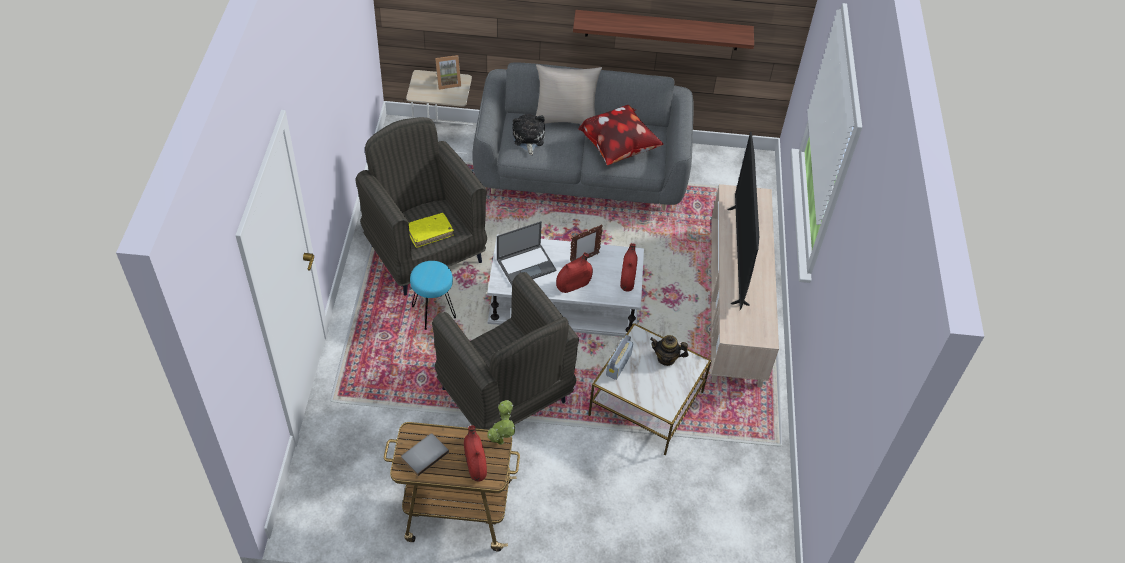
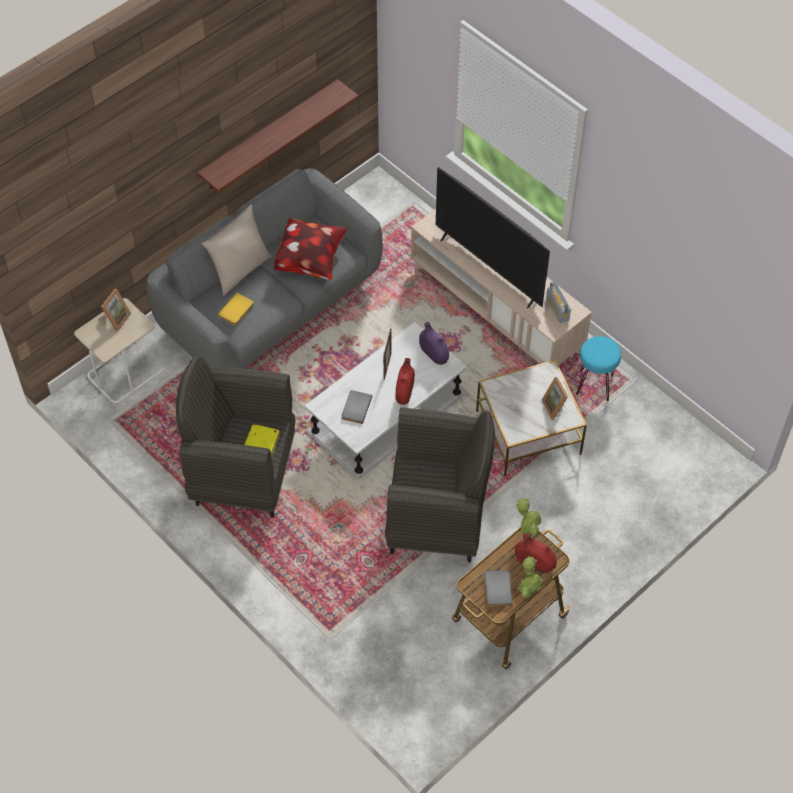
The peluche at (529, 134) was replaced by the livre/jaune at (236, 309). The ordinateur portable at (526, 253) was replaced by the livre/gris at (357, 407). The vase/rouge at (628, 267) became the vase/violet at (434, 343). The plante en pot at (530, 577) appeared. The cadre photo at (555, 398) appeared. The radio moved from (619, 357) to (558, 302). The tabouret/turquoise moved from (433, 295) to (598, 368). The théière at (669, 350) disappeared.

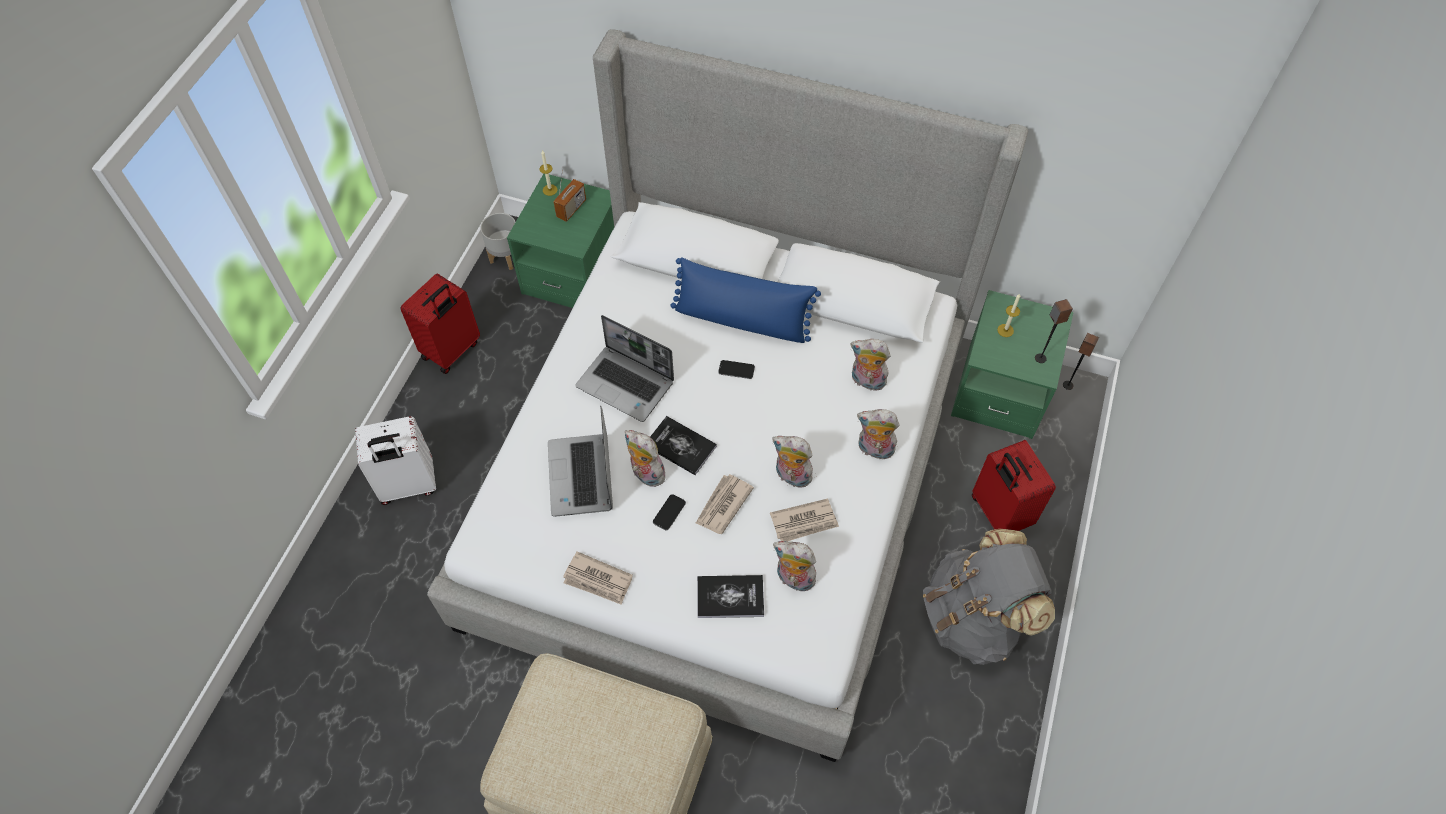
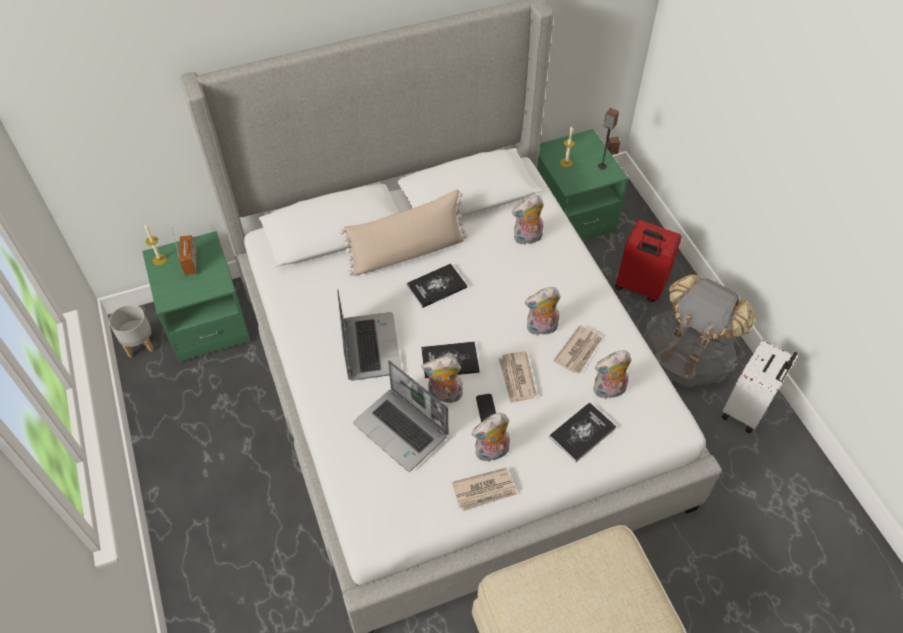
The ordinateur portable at (624, 368) turned 90 degrees counterclockwise. The coussin/bleu at (745, 300) became the coussin/beige at (403, 232). The téléphone at (736, 369) was replaced by the livre at (437, 285). The peluche moved from (878, 434) to (491, 438). The valise/blanc moved from (395, 460) to (760, 387). The valise/rouge at (440, 324) disappeared.

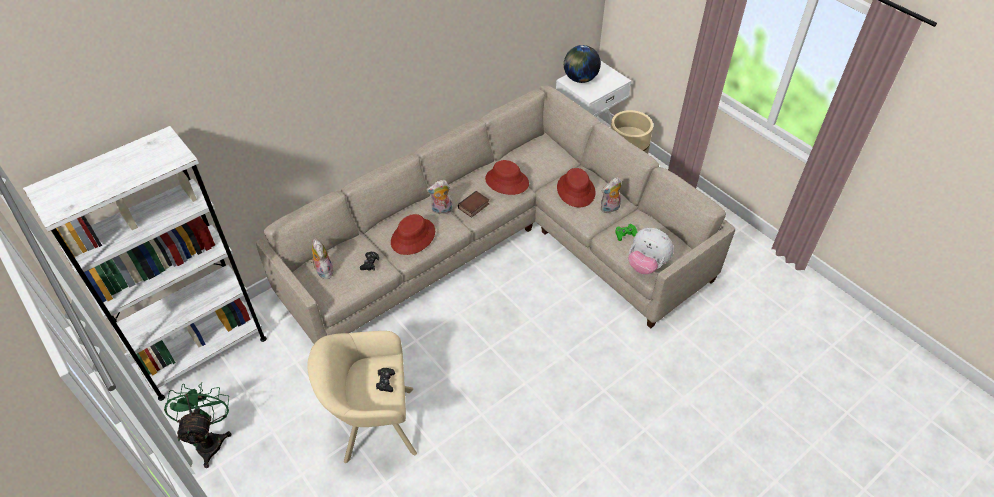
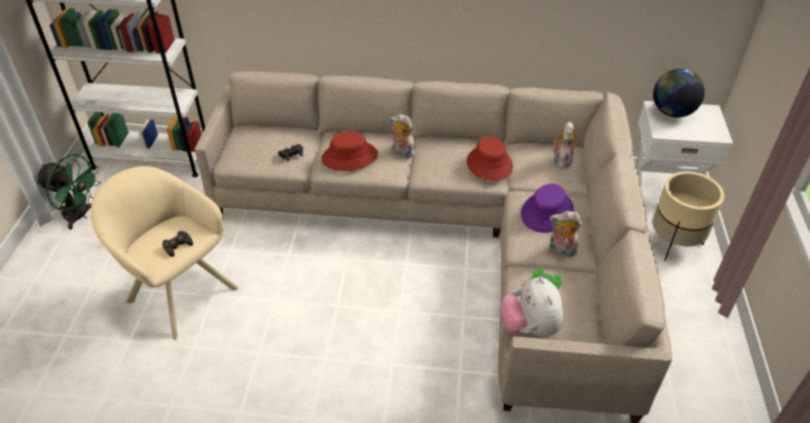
The ventilateur/vert at (198, 425) turned 75 degrees clockwise. The chapeau/rouge at (576, 187) became the chapeau/violet at (547, 208). The peluche moved from (322, 258) to (564, 145). The livre at (473, 204) disappeared.

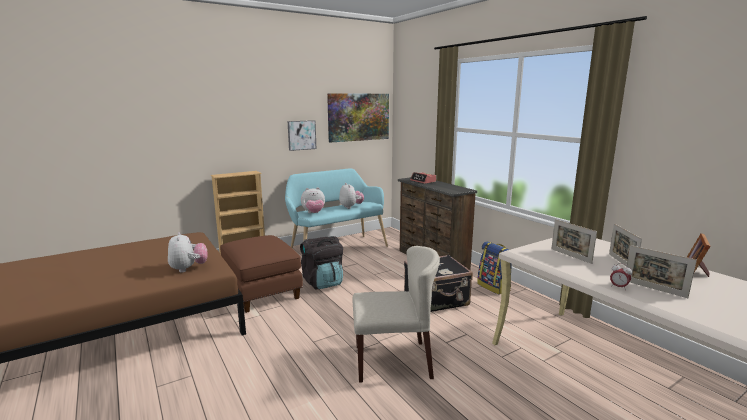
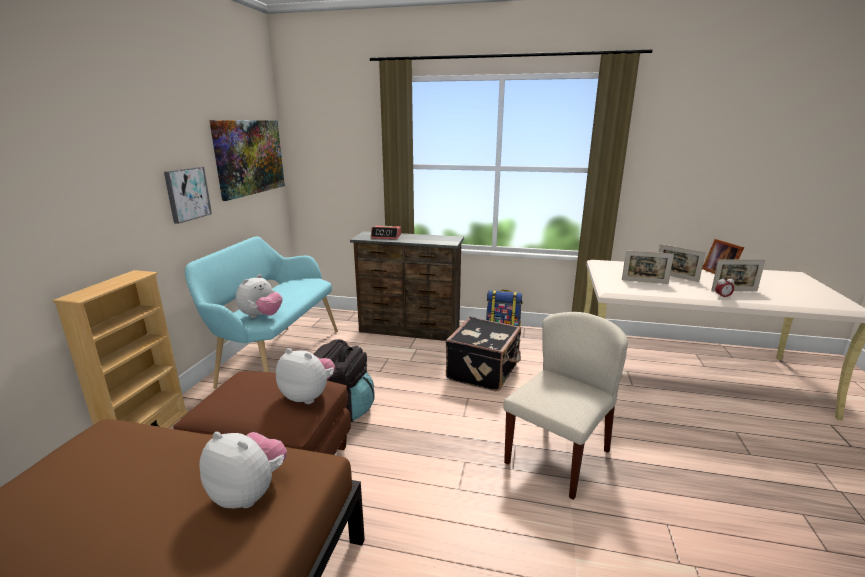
The peluche moved from (351, 196) to (305, 376).

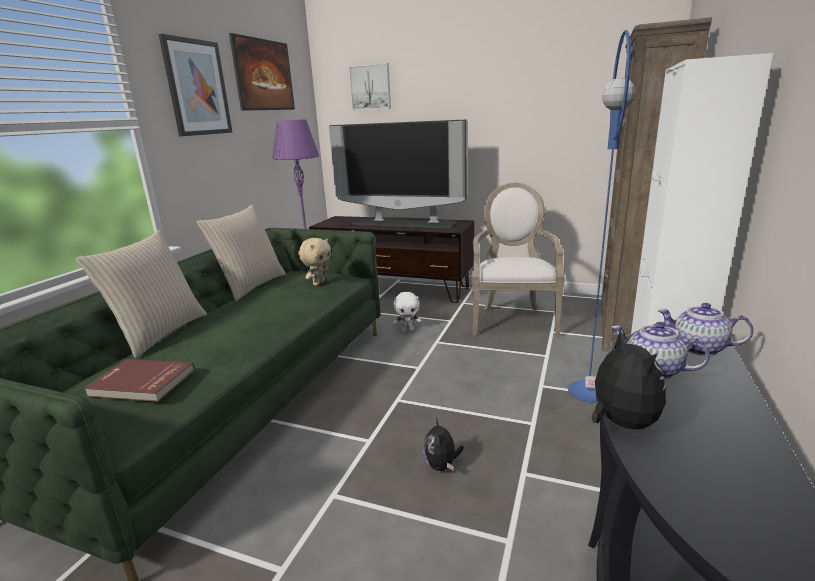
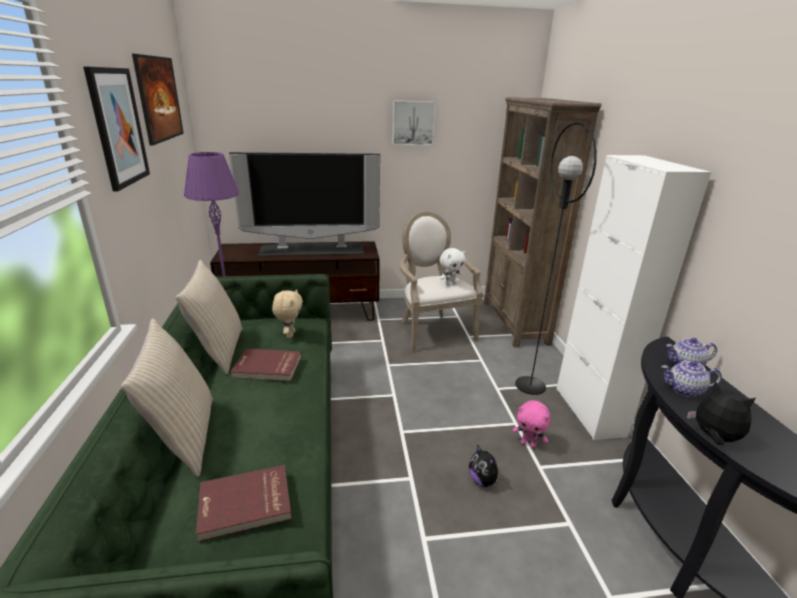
The livre/rouge at (266, 364) appeared. The tableau moved from (370, 87) to (414, 123). The peluche/blanc moved from (407, 312) to (452, 266). The peluche/rose at (532, 424) appeared. The lampadaire/bleu at (601, 216) became the lampadaire/noir at (556, 258).

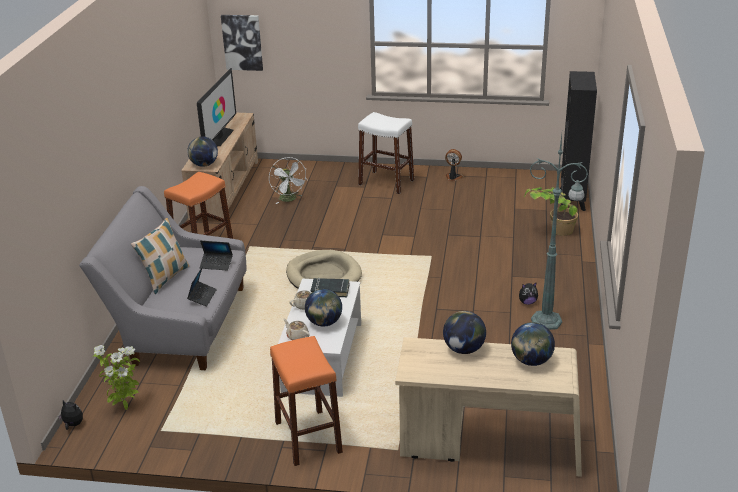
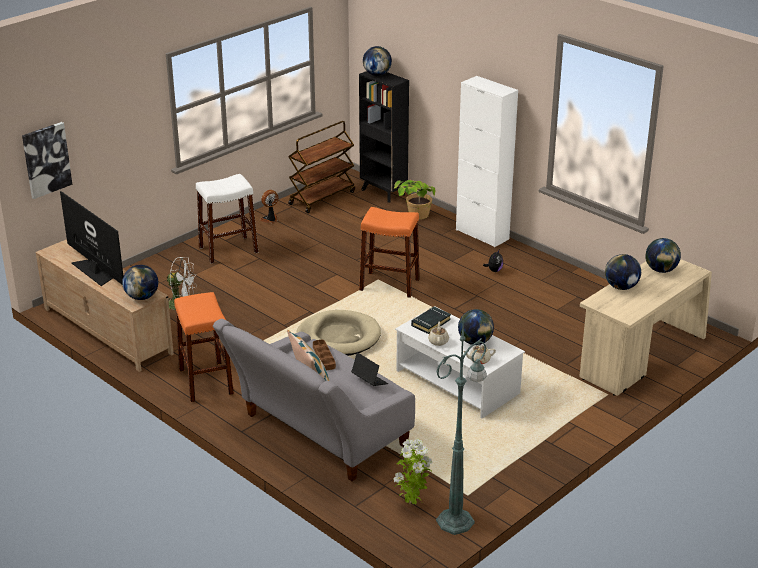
The chariot/marron at (321, 167) appeared. The ordinateur portable at (216, 256) was replaced by the plateau/marron at (324, 354). The tabouret/orange moved from (306, 401) to (389, 252). The globe at (377, 61) appeared. The lampadaire/vert moved from (559, 232) to (461, 426). The meuble de rangement/blanc at (487, 161) appeared. The peluche at (70, 415) disappeared.

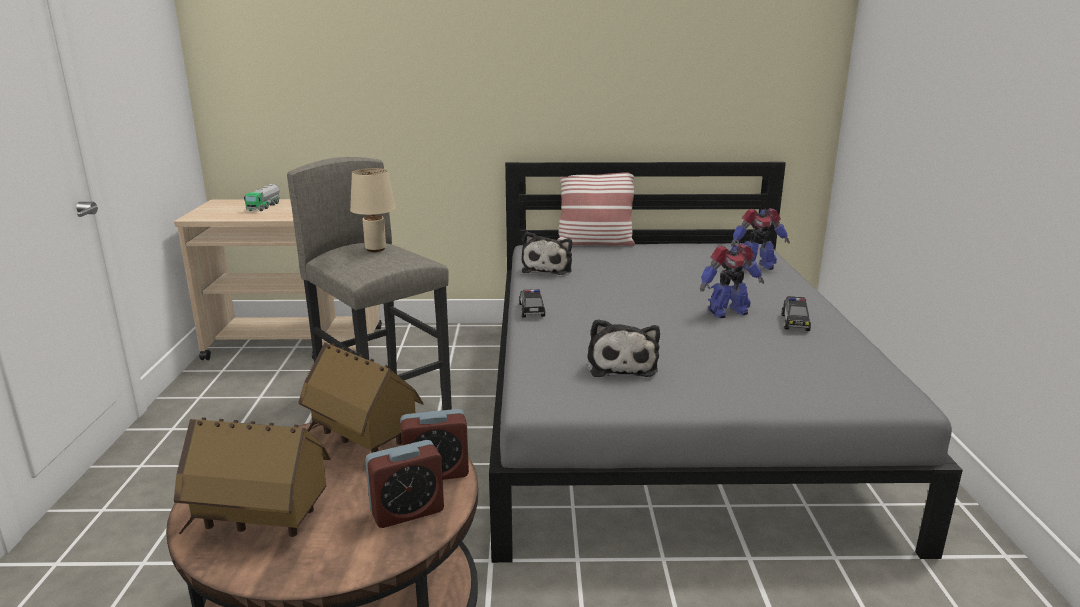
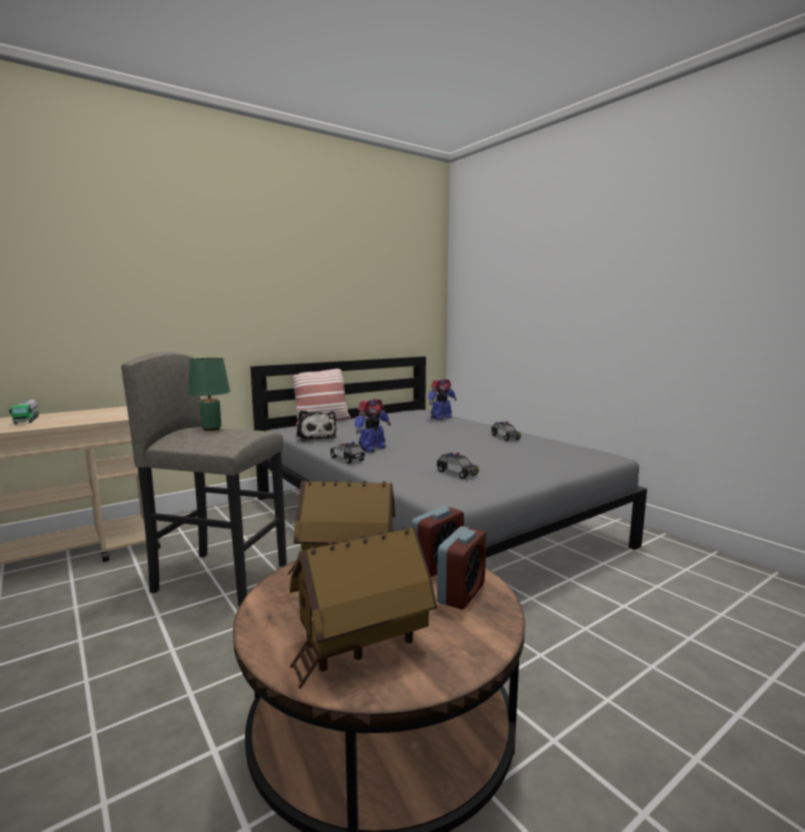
The lampe de table/beige at (373, 210) became the lampe de table/vert at (209, 394). The robot jouet moved from (732, 281) to (373, 426). The peluche at (623, 348) was replaced by the petite voiture at (458, 465).

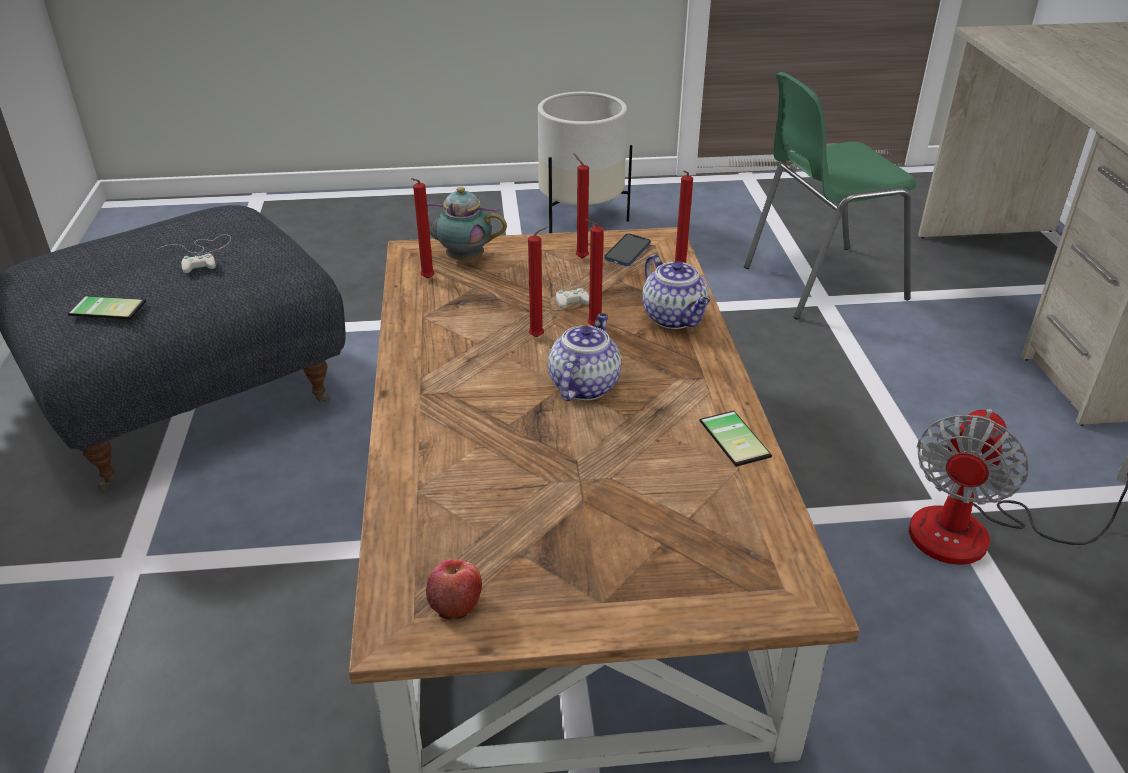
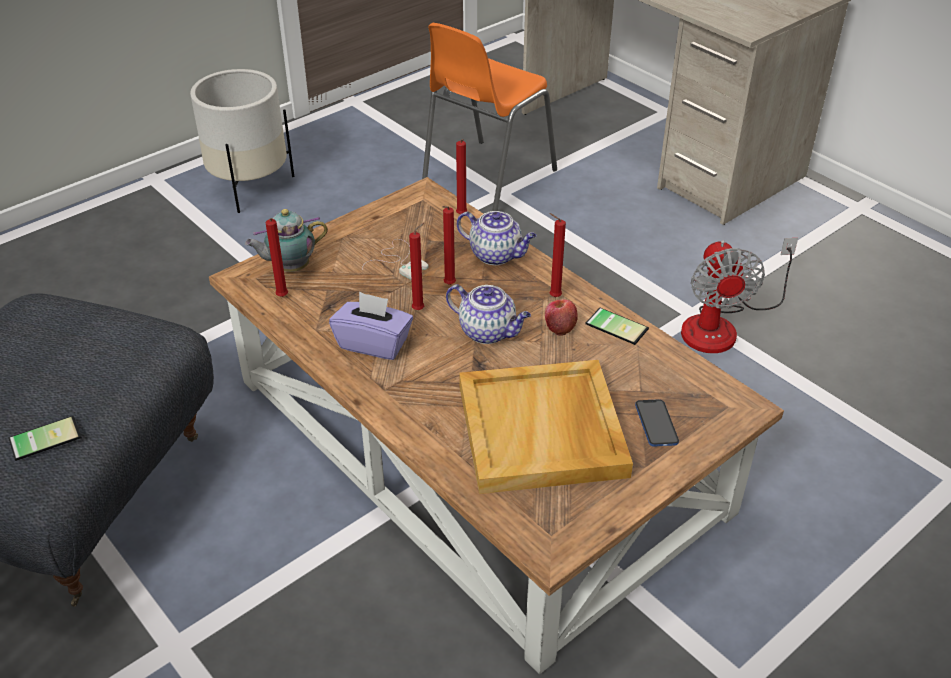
The boîte à mouchoirs/violet at (371, 325) appeared. The chaise/vert at (830, 196) became the chaise/orange at (489, 117). The théière at (584, 357) turned 135 degrees clockwise. The plateau/beige at (546, 427) appeared. The pomme moved from (454, 589) to (561, 317). The bougie/rouge moved from (581, 206) to (557, 255). The téléphone moved from (627, 250) to (657, 423). The manette/blanc at (194, 253) disappeared.

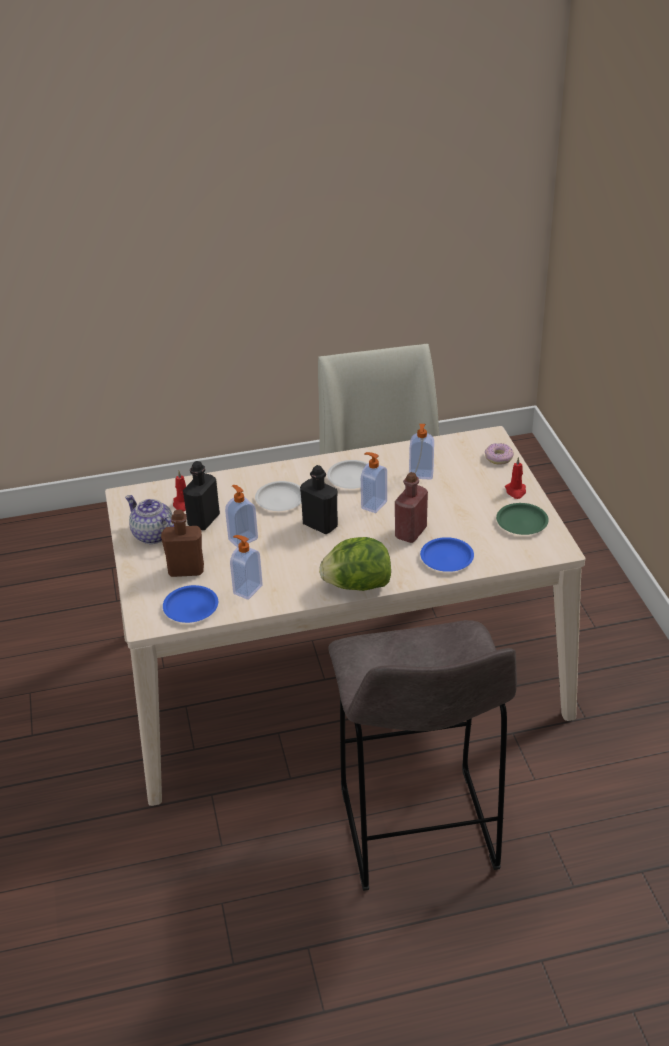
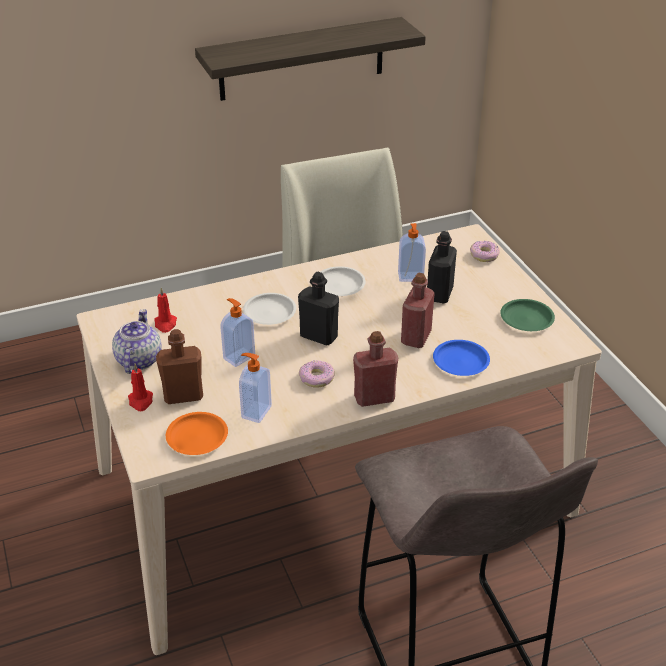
The théière at (149, 519) turned 60 degrees clockwise. The bougie/rouge moved from (515, 478) to (140, 387). The assiette/bleu at (190, 604) became the assiette/orange at (197, 433). The étagère at (310, 59) appeared. The beignet at (317, 374) appeared. The laitue at (355, 564) was replaced by the bouteille/rouge at (375, 369). The bouteille/noir moved from (201, 495) to (442, 267). The distributeur de savon at (374, 482) disappeared.

